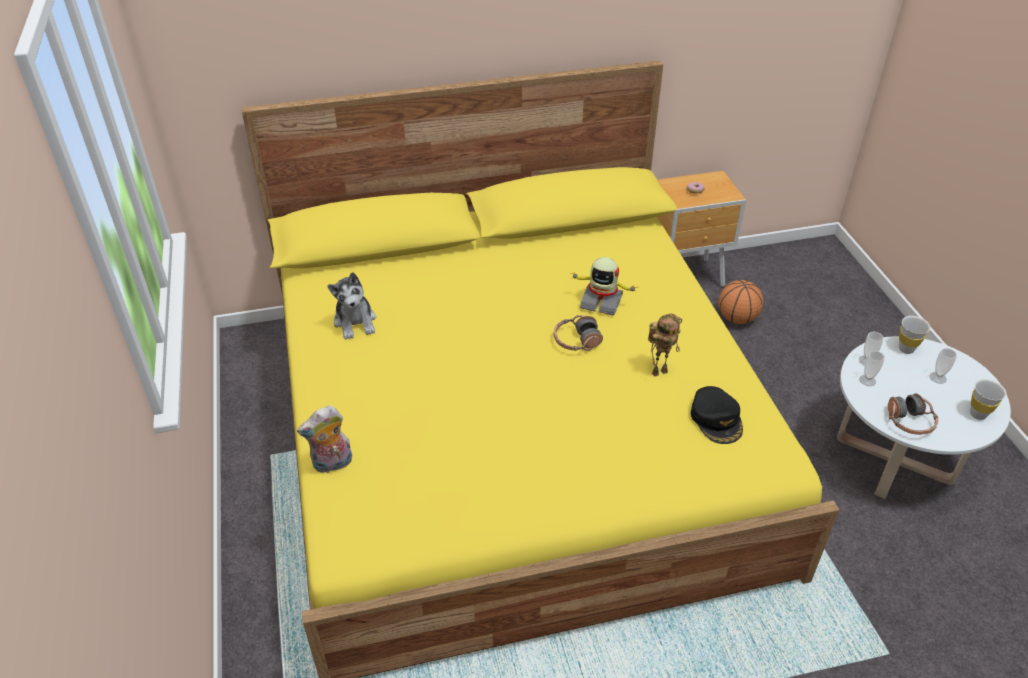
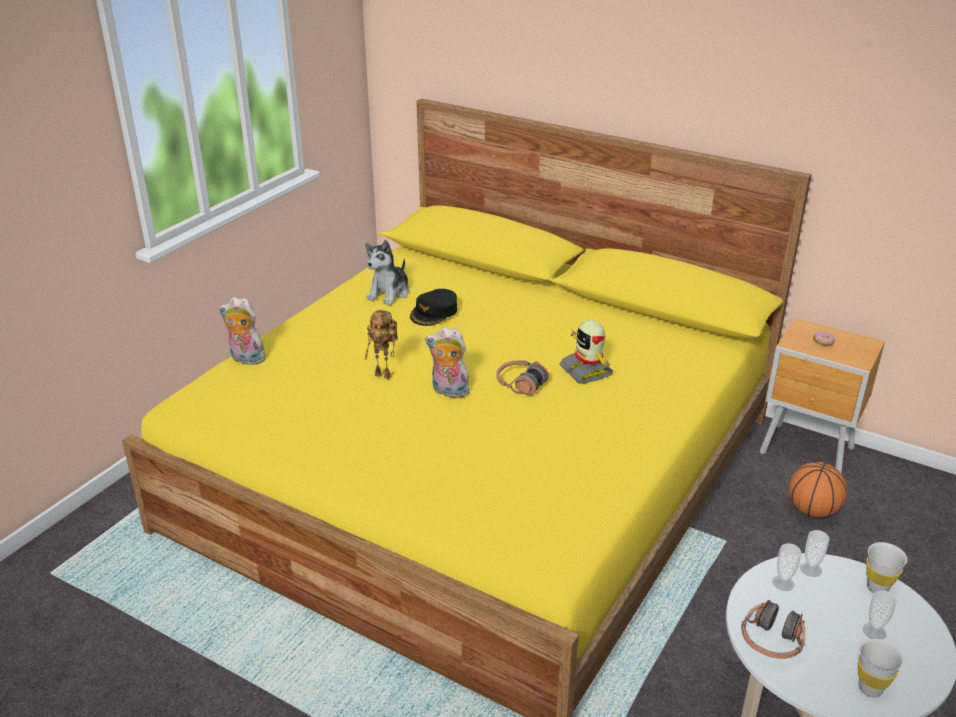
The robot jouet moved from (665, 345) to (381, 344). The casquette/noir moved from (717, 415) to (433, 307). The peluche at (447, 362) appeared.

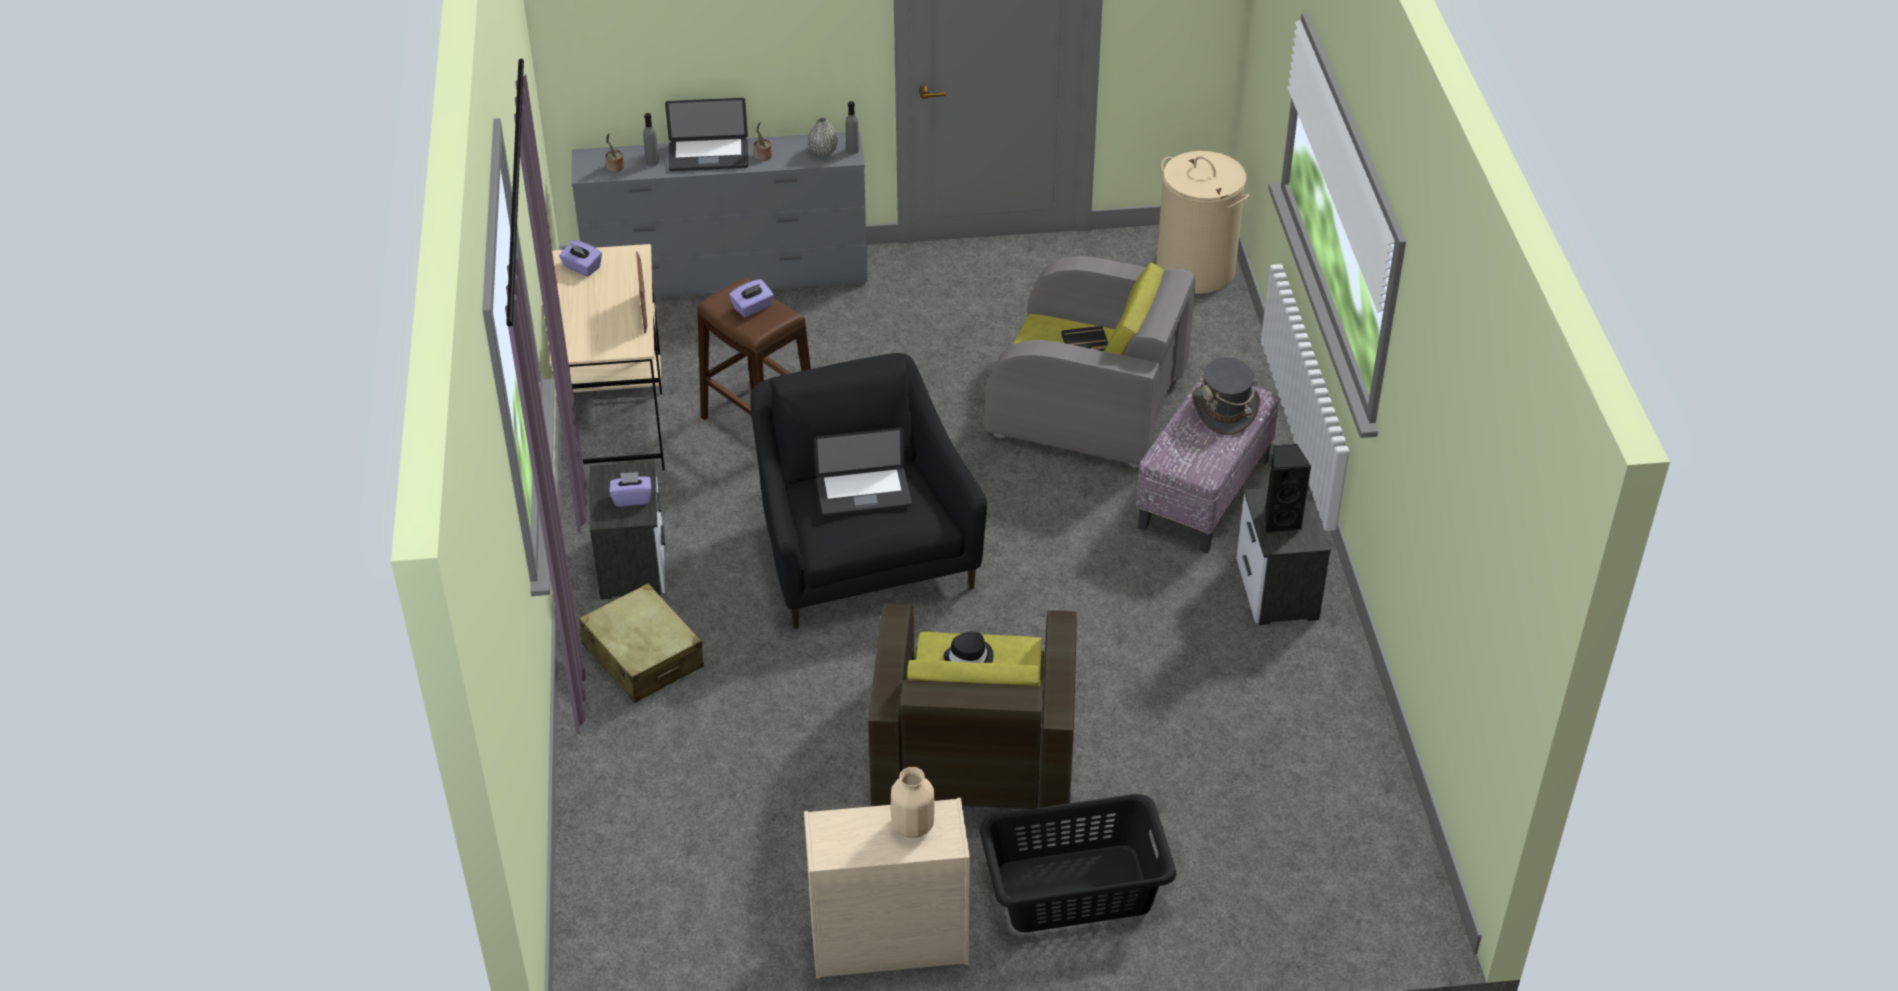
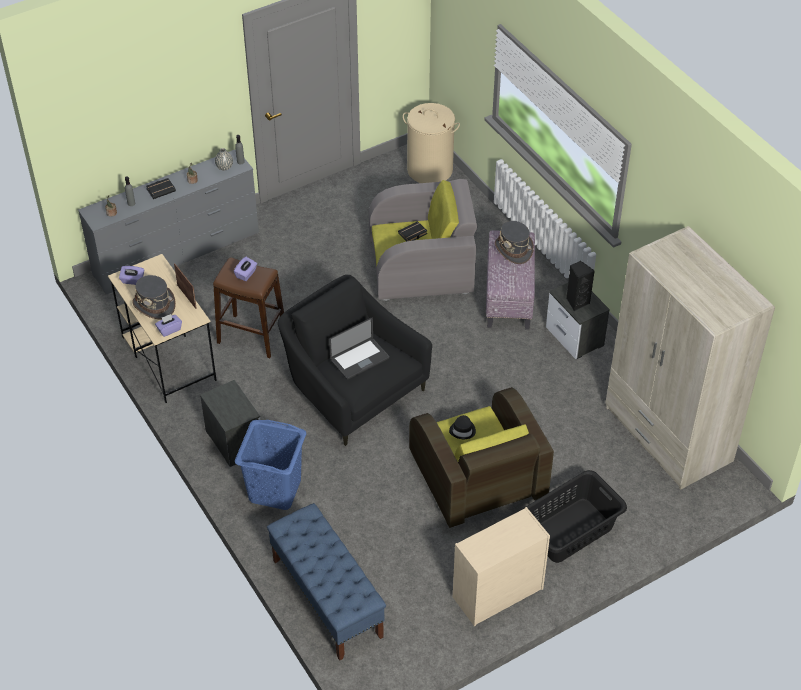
The chapeau/gris at (154, 297) appeared. The ordinateur portable at (706, 134) was replaced by the livre/noir at (161, 188). The boîte à mouchoirs/violet moved from (631, 489) to (168, 325). The valise/beige at (641, 643) was replaced by the panier à linge/bleu at (270, 465). The banc/bleu at (326, 582) appeared. The armoire/beige at (690, 358) appeared. The vase/beige at (912, 802) disappeared.

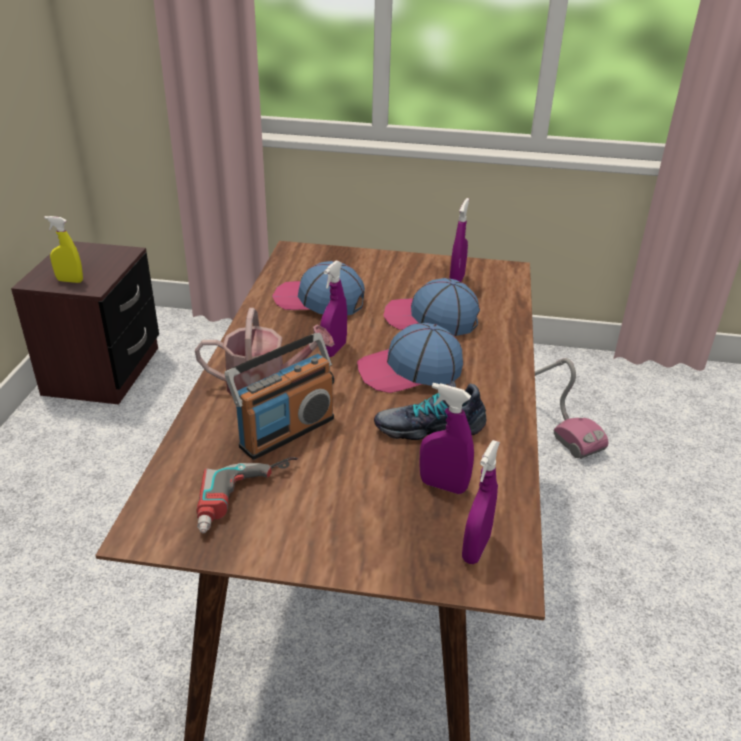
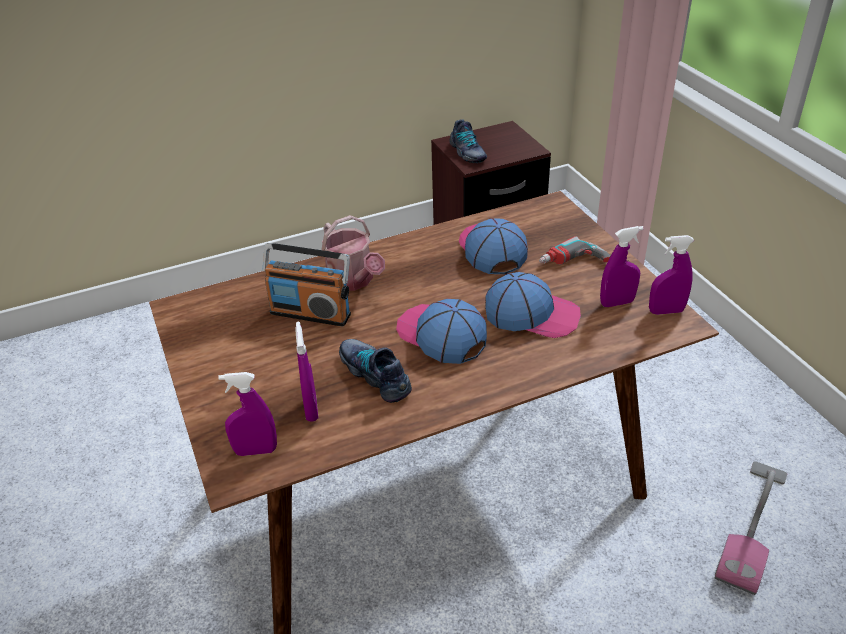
The vaporisateur/jaune at (63, 249) was replaced by the chaussure at (468, 141). The casquette at (431, 307) turned 120 degrees clockwise. The perceuse moved from (247, 495) to (584, 250). The vaporisateur/violet moved from (333, 309) to (671, 275).

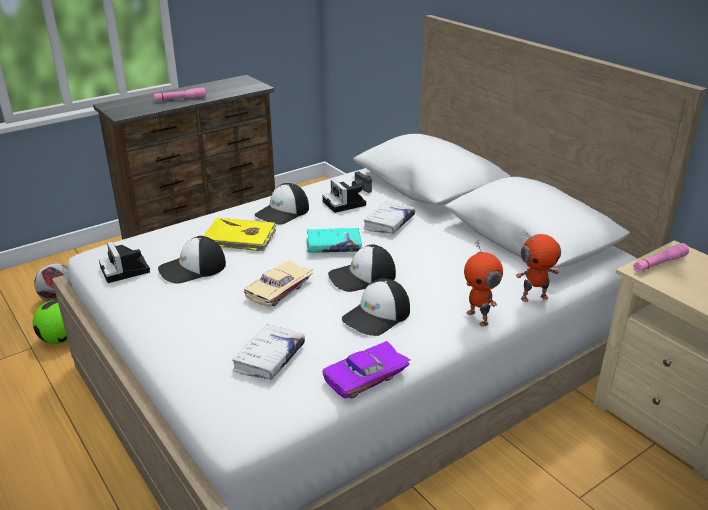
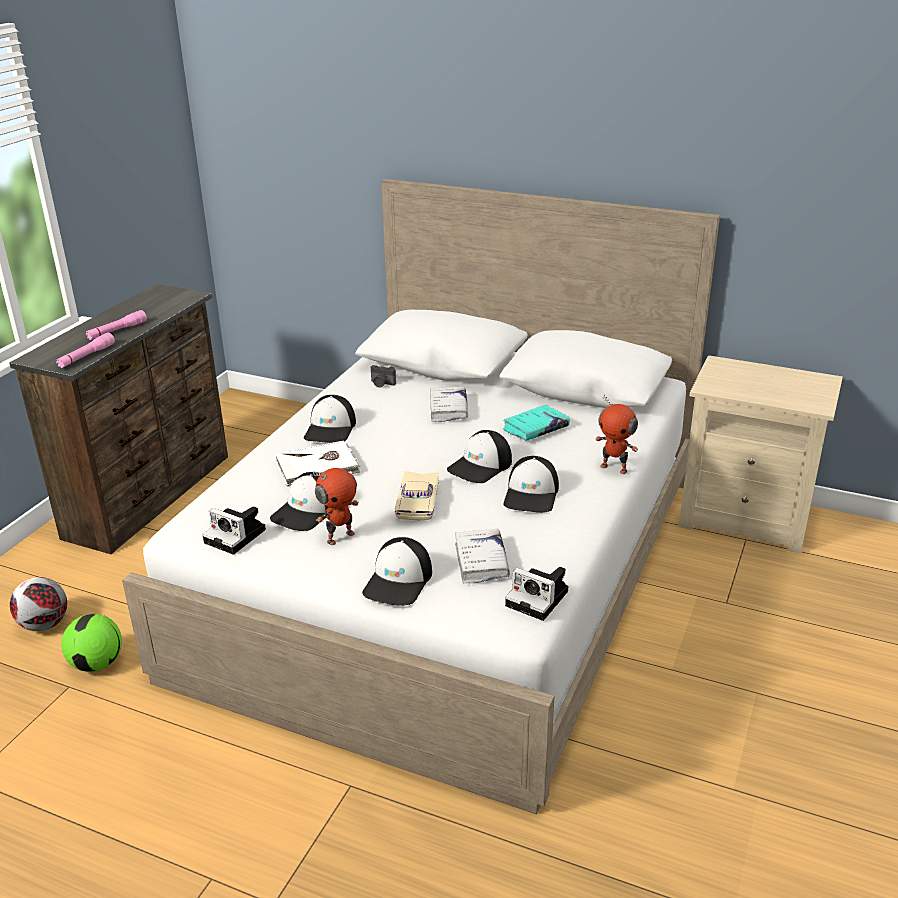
The lampe de poche/rose moved from (661, 257) to (85, 350). The livre/jaune at (239, 234) became the livre/blanc at (318, 464). The robot jouet moved from (538, 266) to (336, 506). The casquette at (397, 571) appeared. The livre/turquoise moved from (334, 240) to (536, 423). The appareil photo moved from (344, 196) to (536, 594). The petite voiture/violet at (366, 369) disappeared.

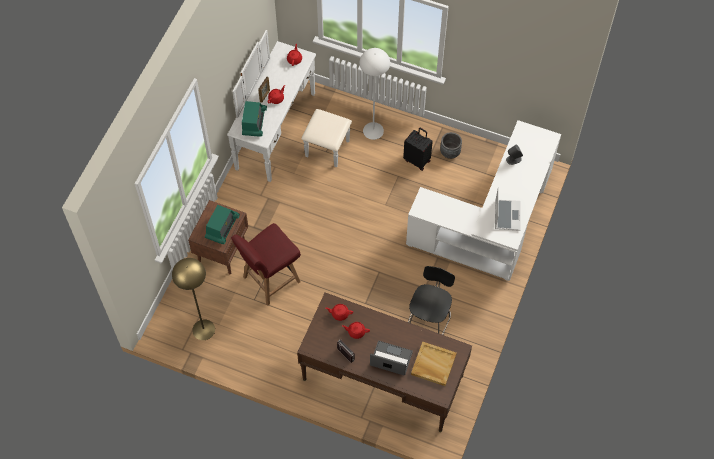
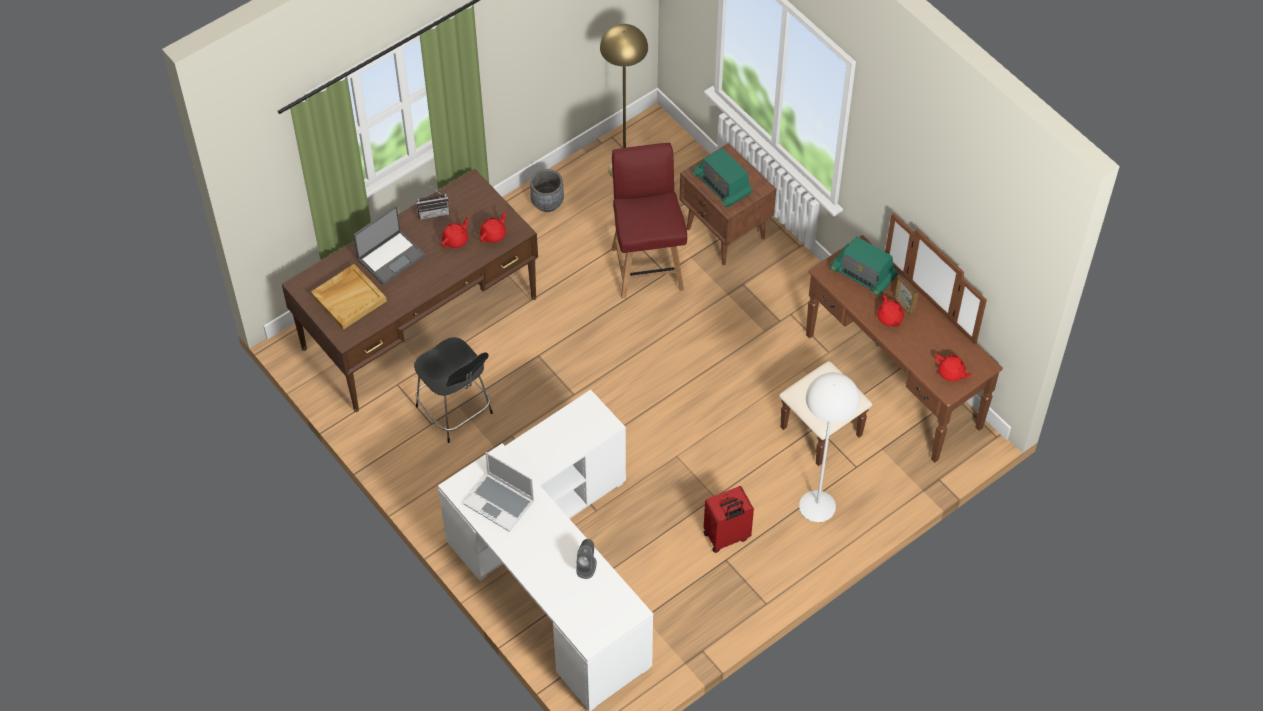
The cache-pot/gris moved from (451, 145) to (547, 190). The valise/noir at (418, 149) became the valise/rouge at (729, 519). The commode/blanc at (289, 106) became the commode/marron at (891, 339).

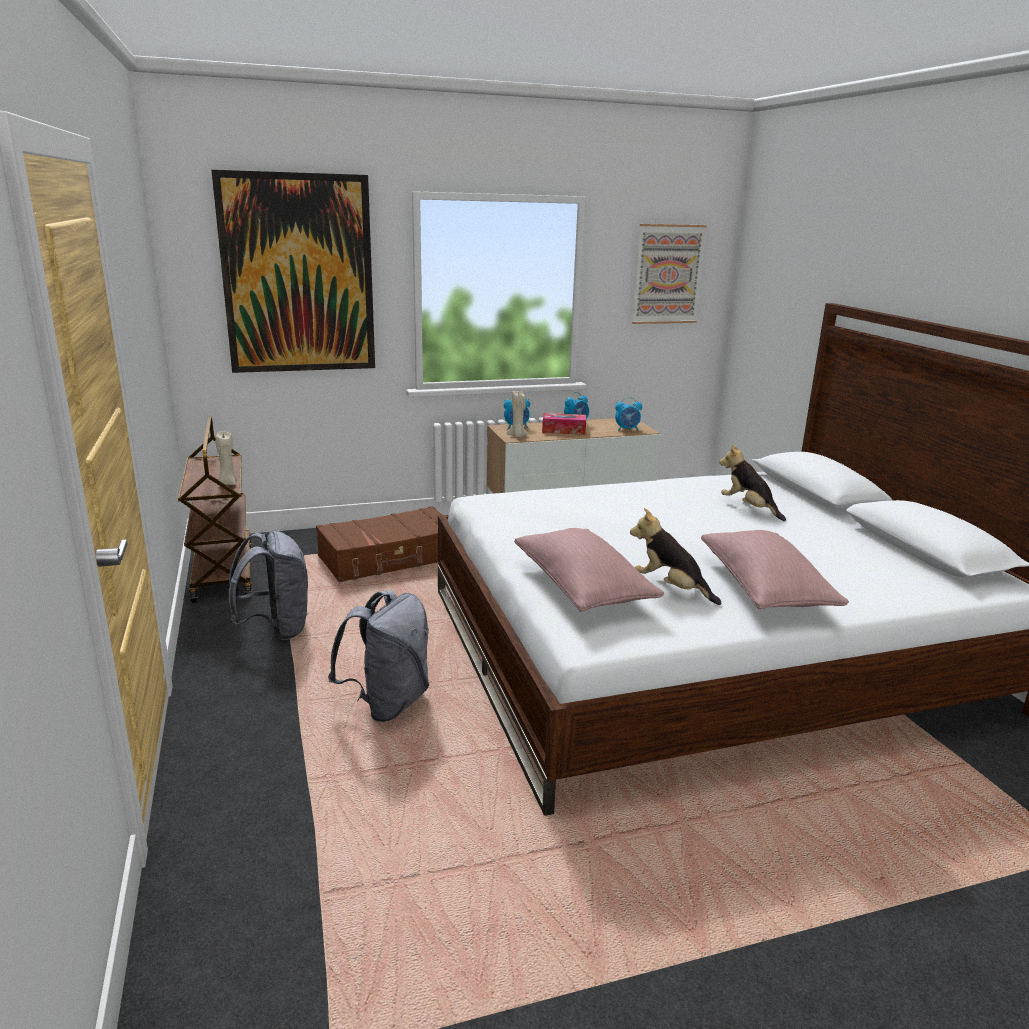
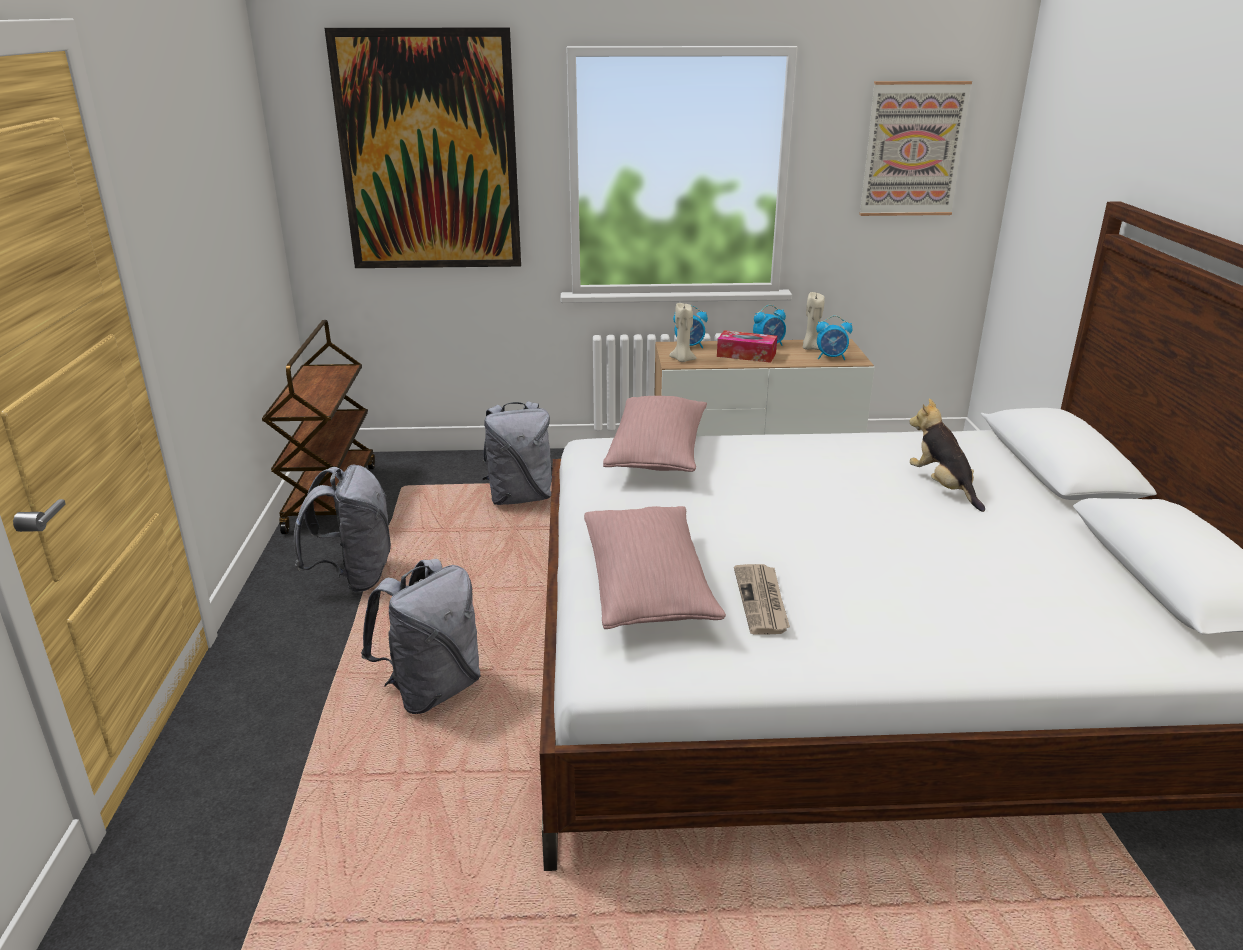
The valise/marron at (379, 544) was replaced by the sac à dos/gris at (517, 453). The coussin/rose moved from (775, 569) to (655, 434). The peluche at (675, 556) was replaced by the journal at (762, 599). The bougie/beige moved from (226, 458) to (814, 321).

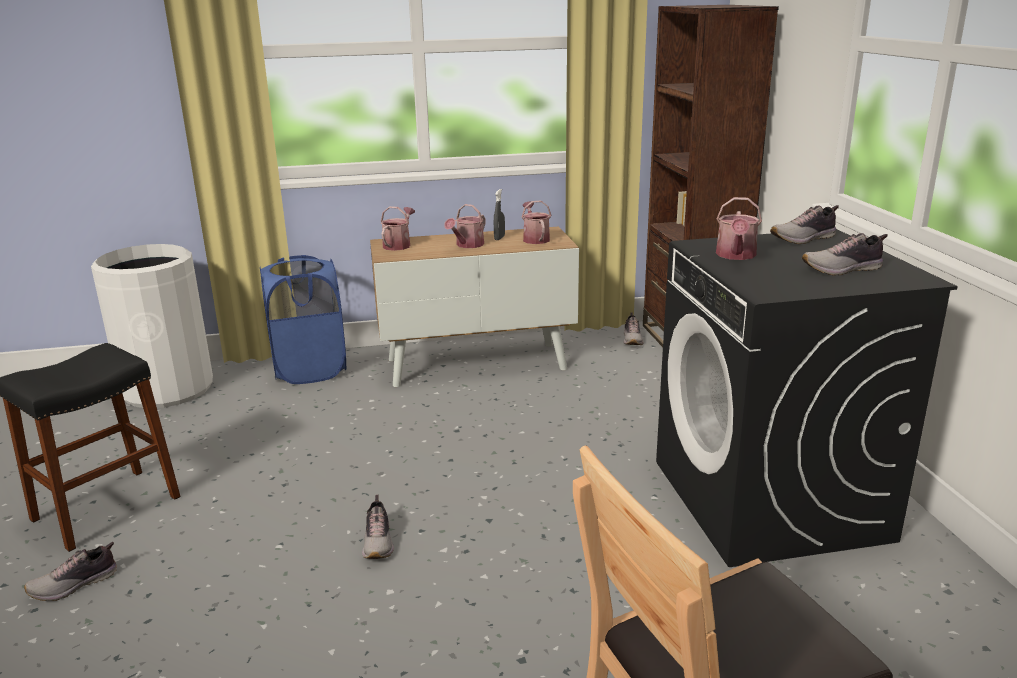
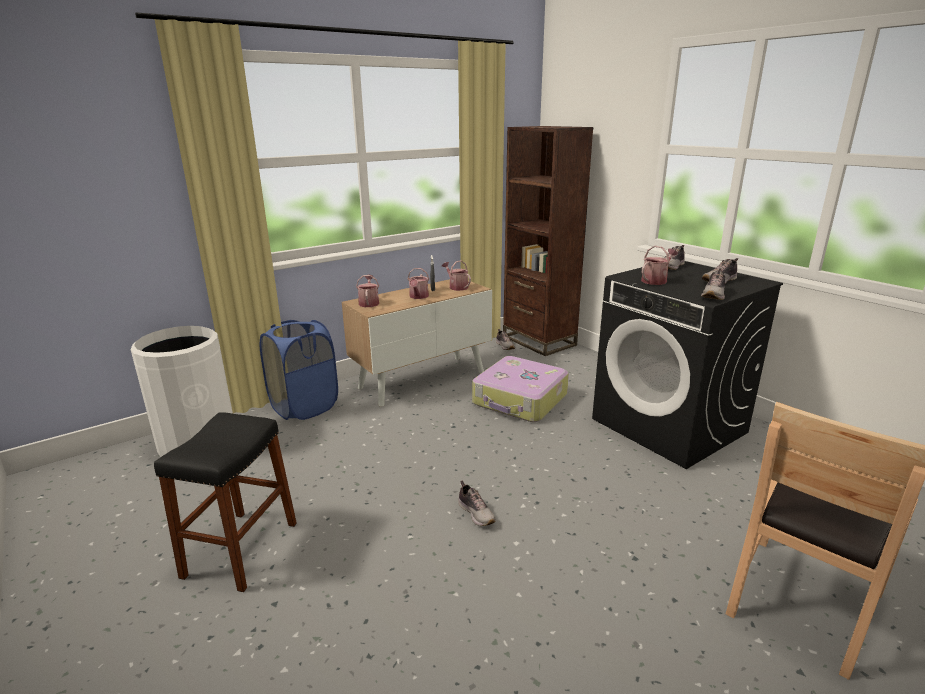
The valise at (520, 389) appeared. The arrosoir at (739, 228) turned 120 degrees counterclockwise. The chaussure moved from (70, 571) to (713, 284).

